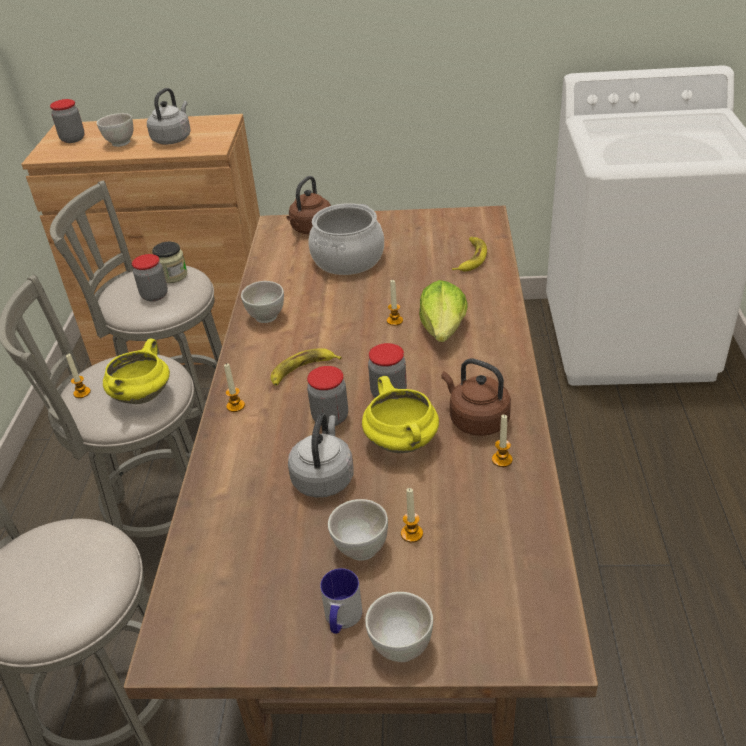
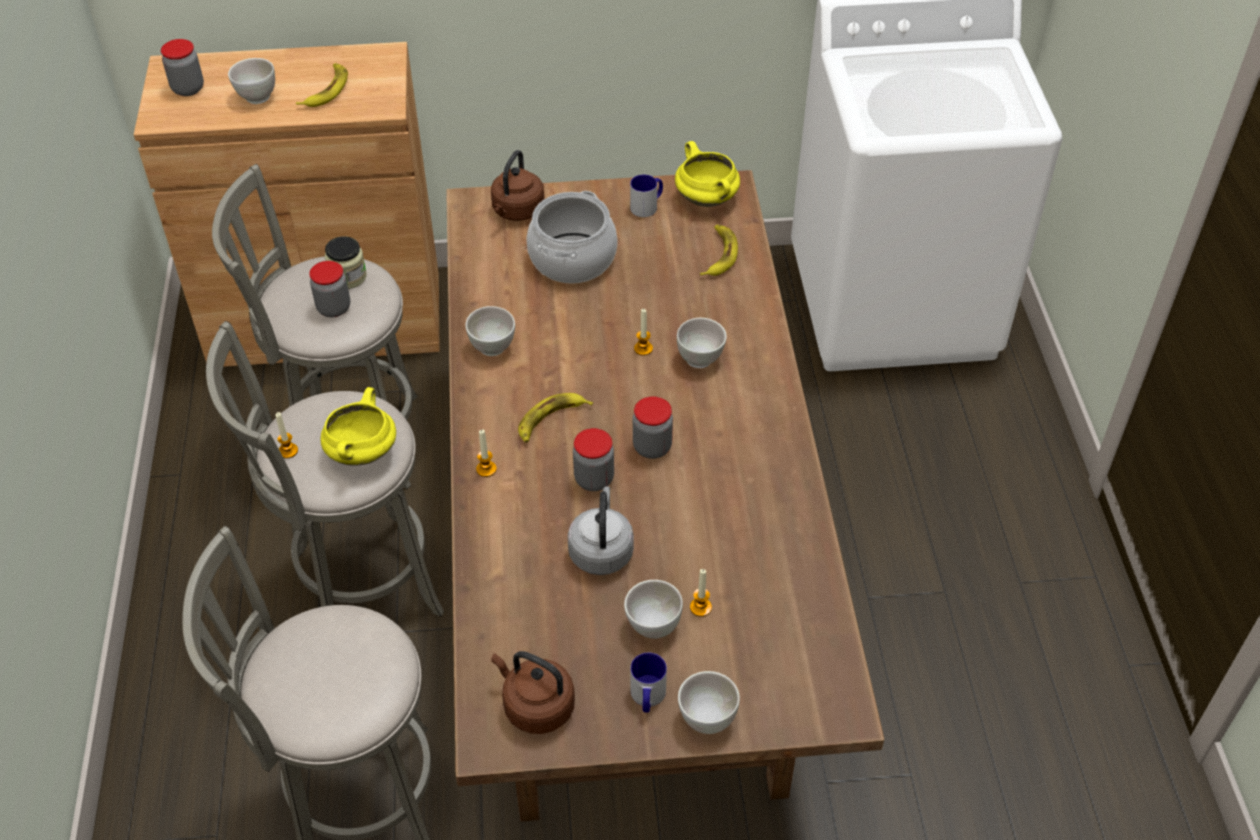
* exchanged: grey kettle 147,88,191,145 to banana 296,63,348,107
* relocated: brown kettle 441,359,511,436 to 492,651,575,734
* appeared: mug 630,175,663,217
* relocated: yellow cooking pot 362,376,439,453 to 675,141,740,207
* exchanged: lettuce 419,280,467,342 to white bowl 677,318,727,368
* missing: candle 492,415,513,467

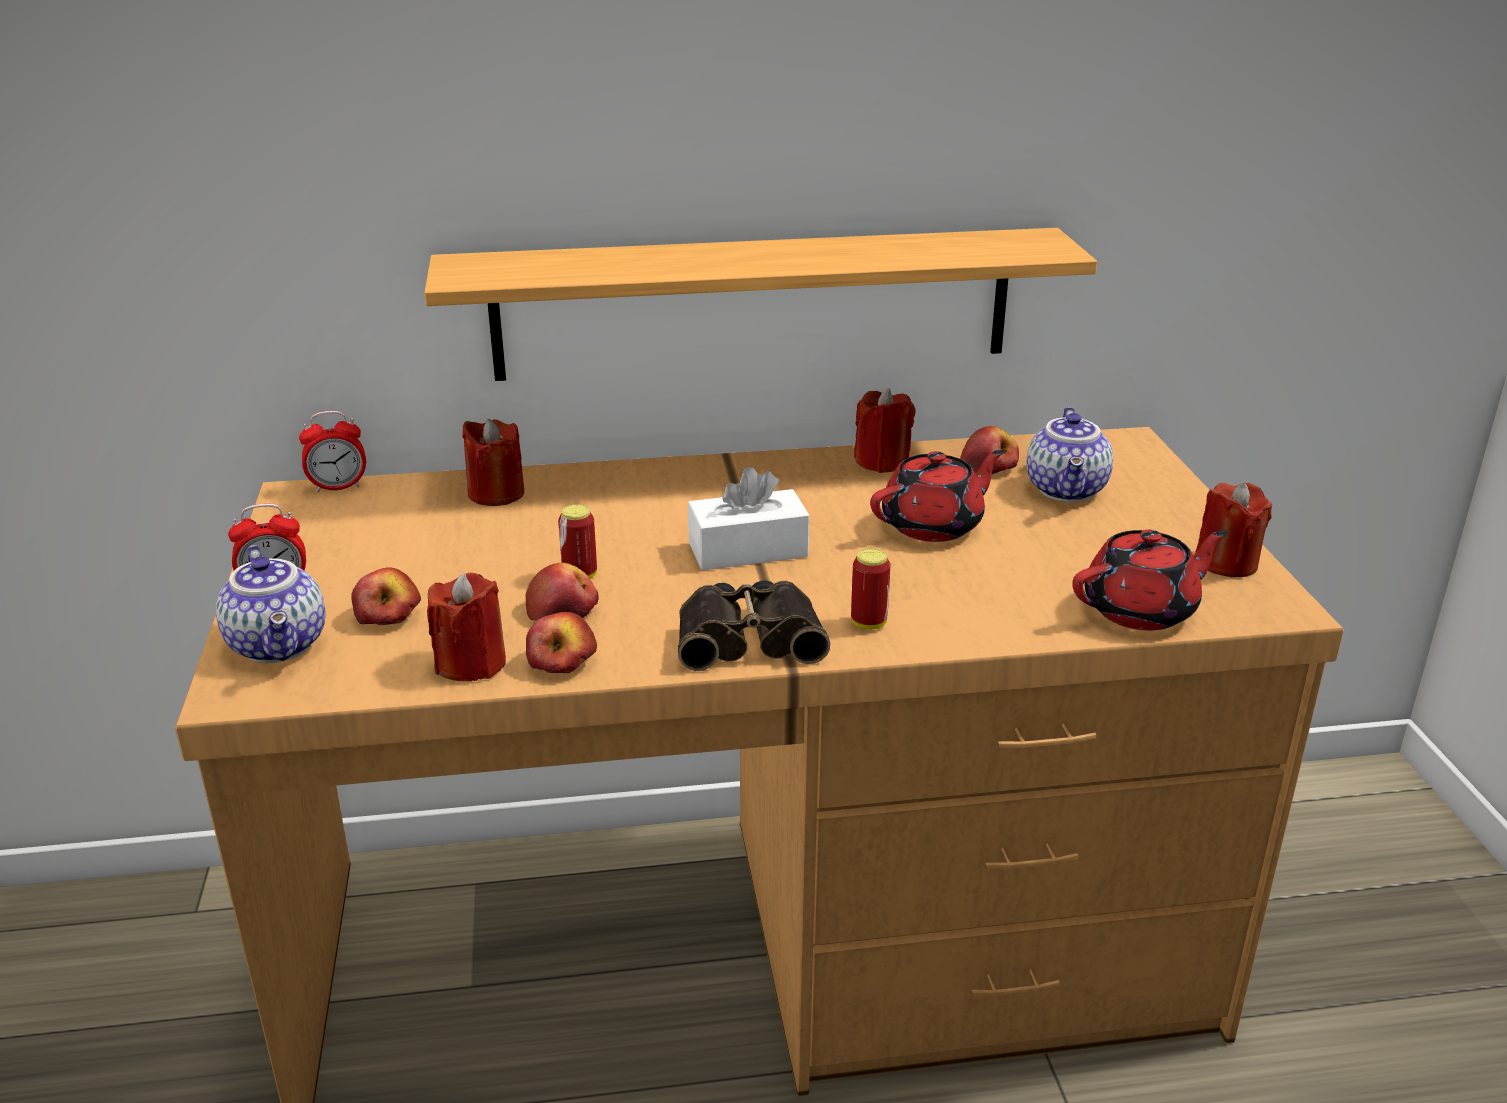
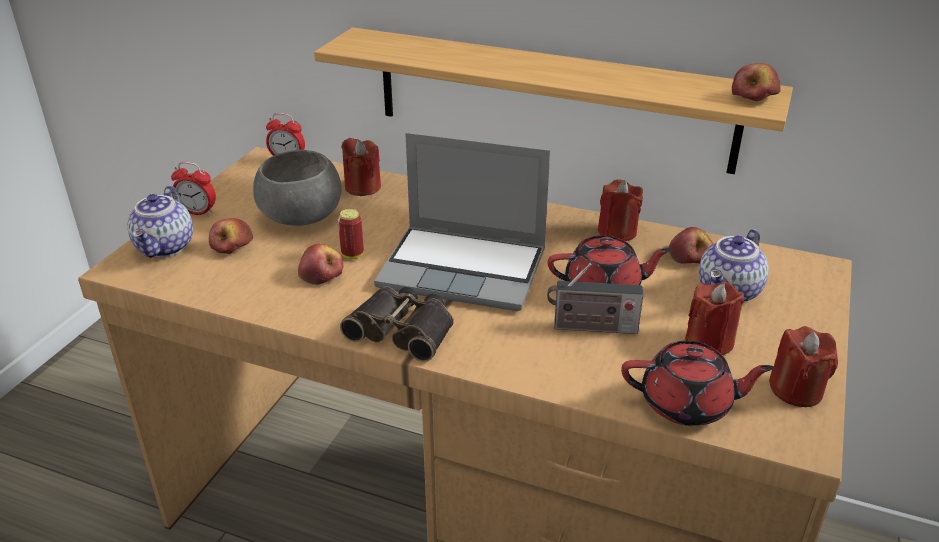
* appeared: grey bowl 253,150,342,226
* exchanged: white tissue box 688,467,809,570 to laptop 374,133,550,311
* appeared: radio 547,263,643,334
* relocated: red candle 427,573,506,682 to 685,282,744,355
* relocated: apple 526,612,597,673 to 732,63,781,102
* missing: can 851,548,891,630

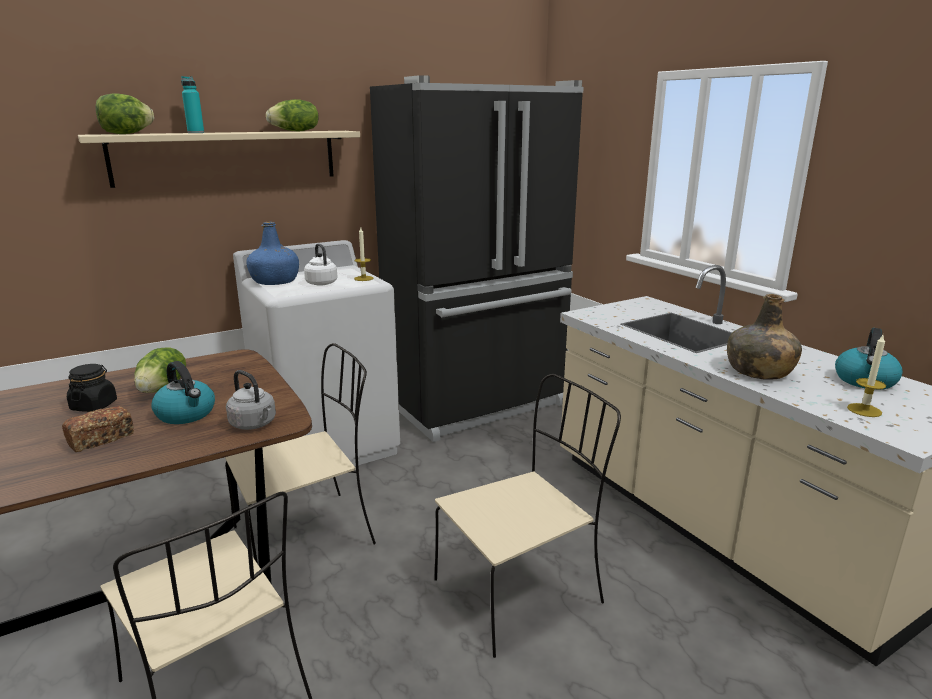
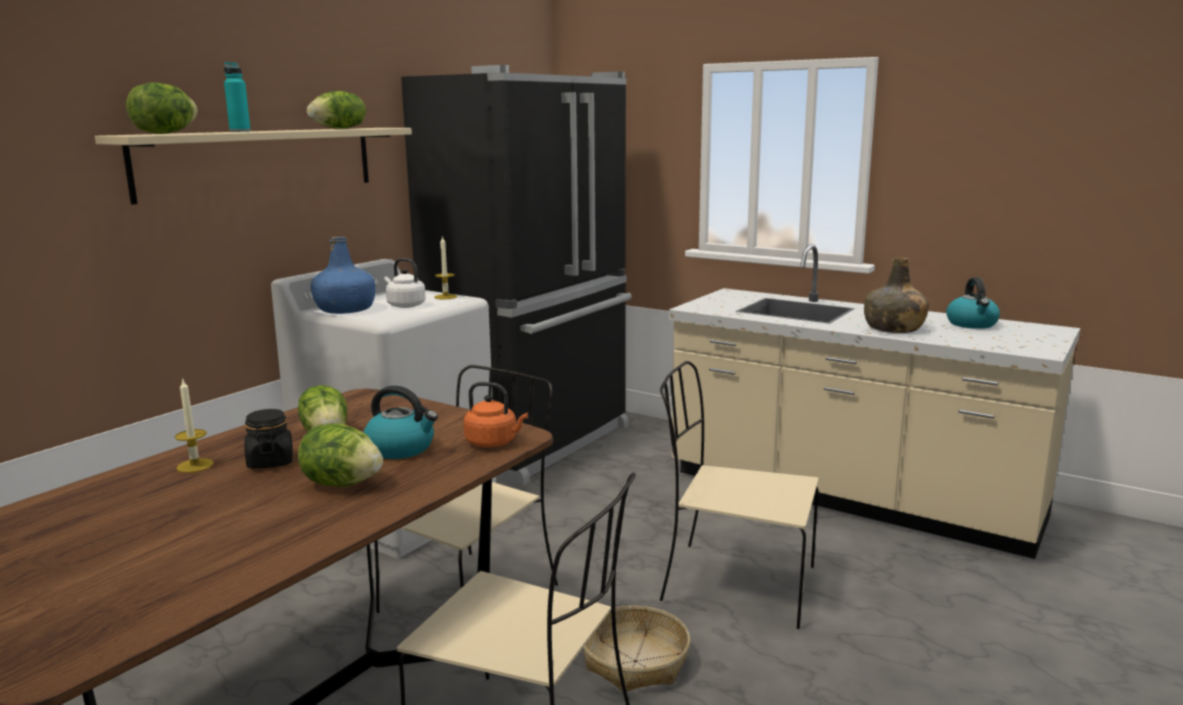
* relocated: candle 847,335,886,417 to 175,378,214,473
* exchanged: bread 62,406,134,452 to lettuce 298,423,383,487
* colour: grey kettle 226,370,276,430 to orange kettle 464,382,528,447
* appeared: basket 583,606,690,692
* spun: beige chair 434,374,621,658 = 660,361,818,629 105 degrees counterclockwise

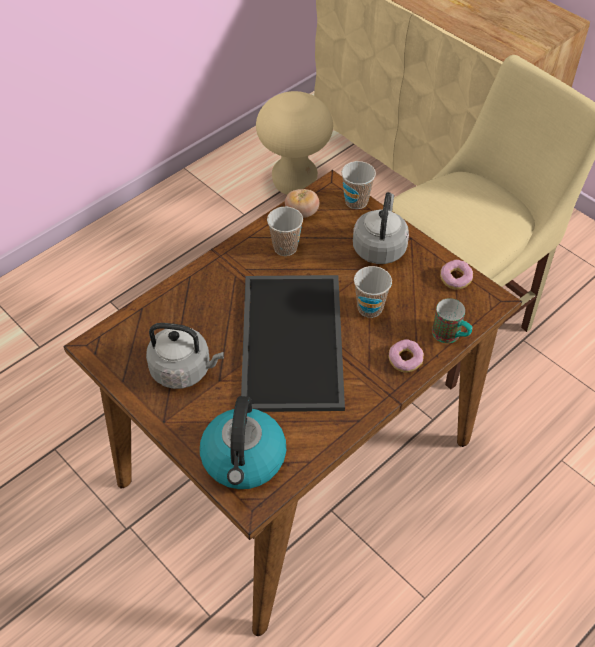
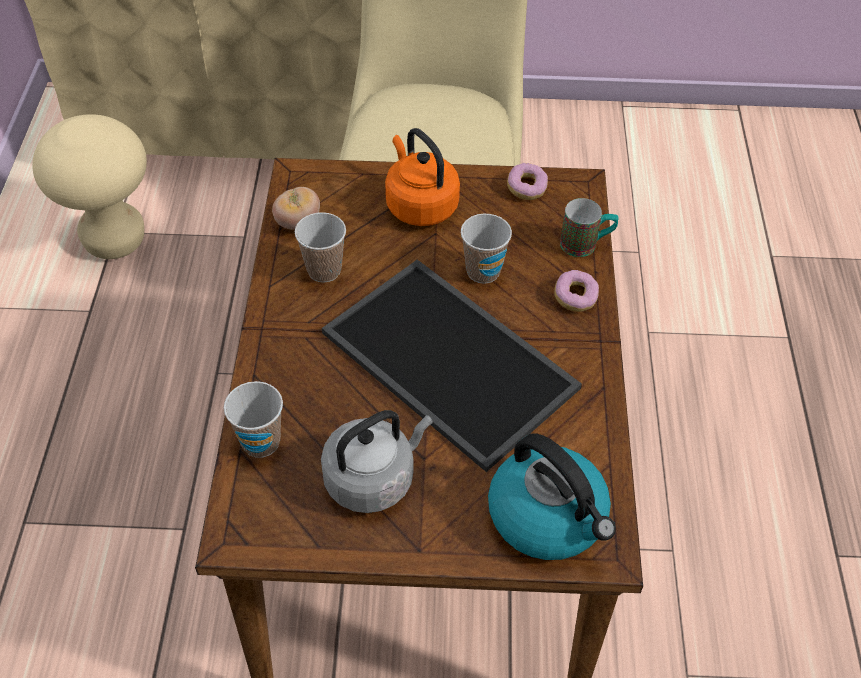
* relocated: cup 341,161,376,209 to 224,381,283,458
* colour: grey kettle 353,192,409,264 to orange kettle 385,128,460,226

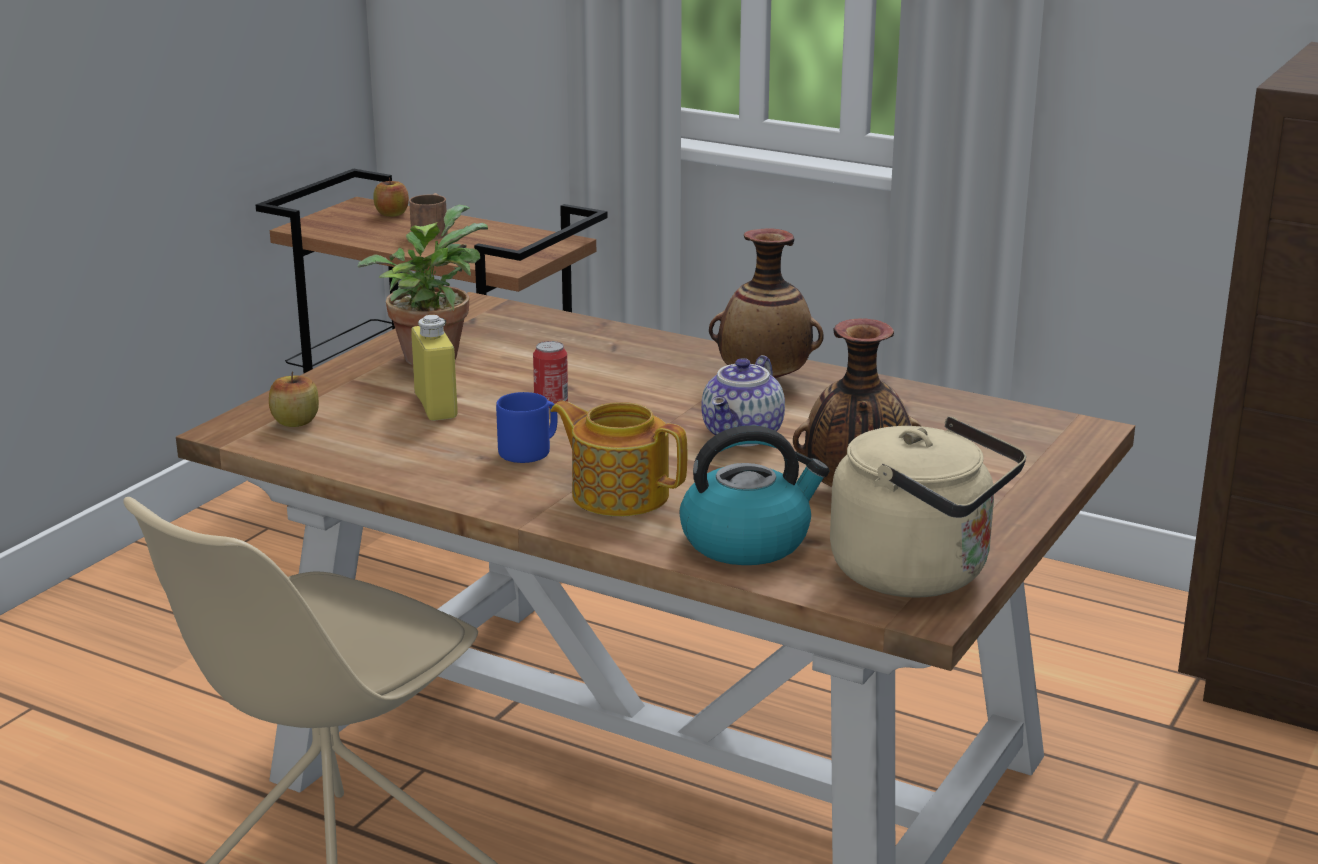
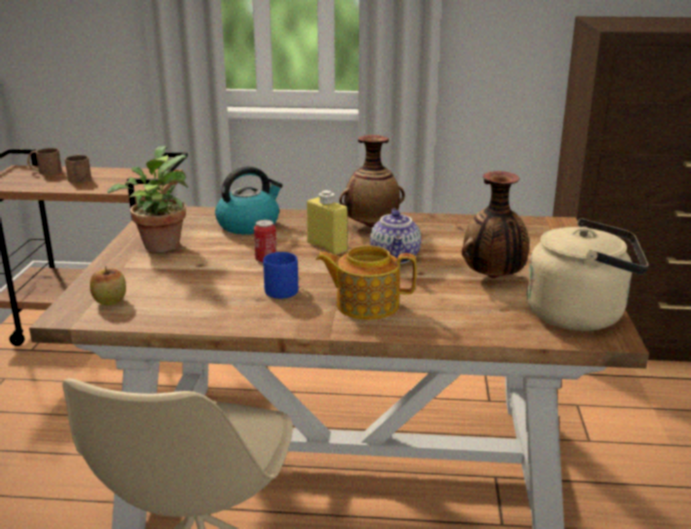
* exchanged: apple 373,178,409,217 to brown mug 27,148,62,175
* relocated: kettle 679,425,830,565 to 215,166,283,234
* relocated: yellow bottle 411,315,458,421 to 307,190,347,254

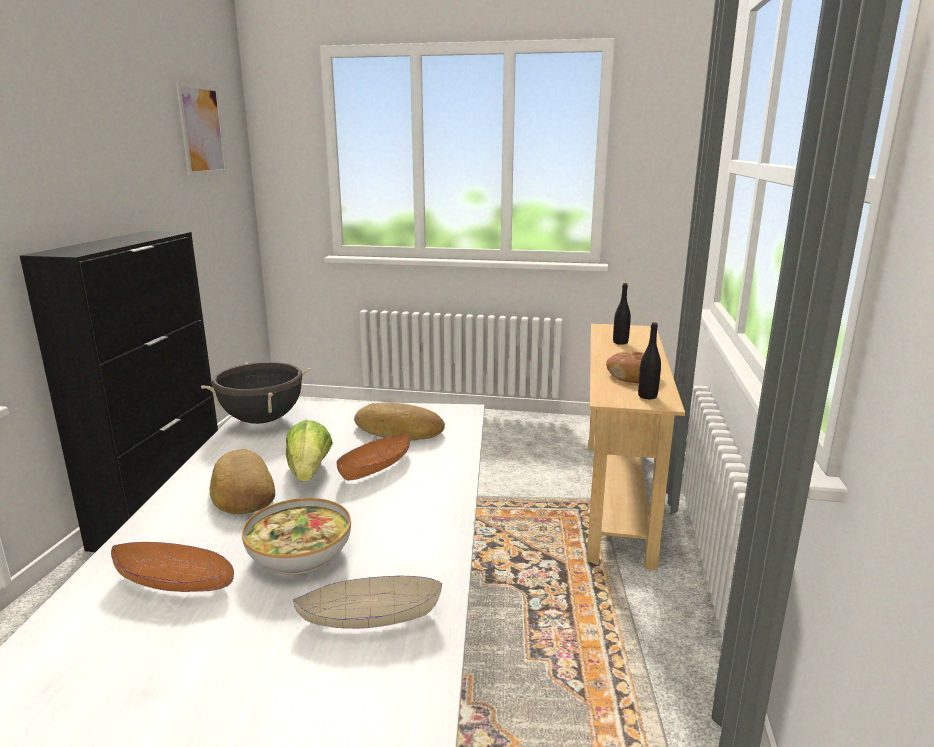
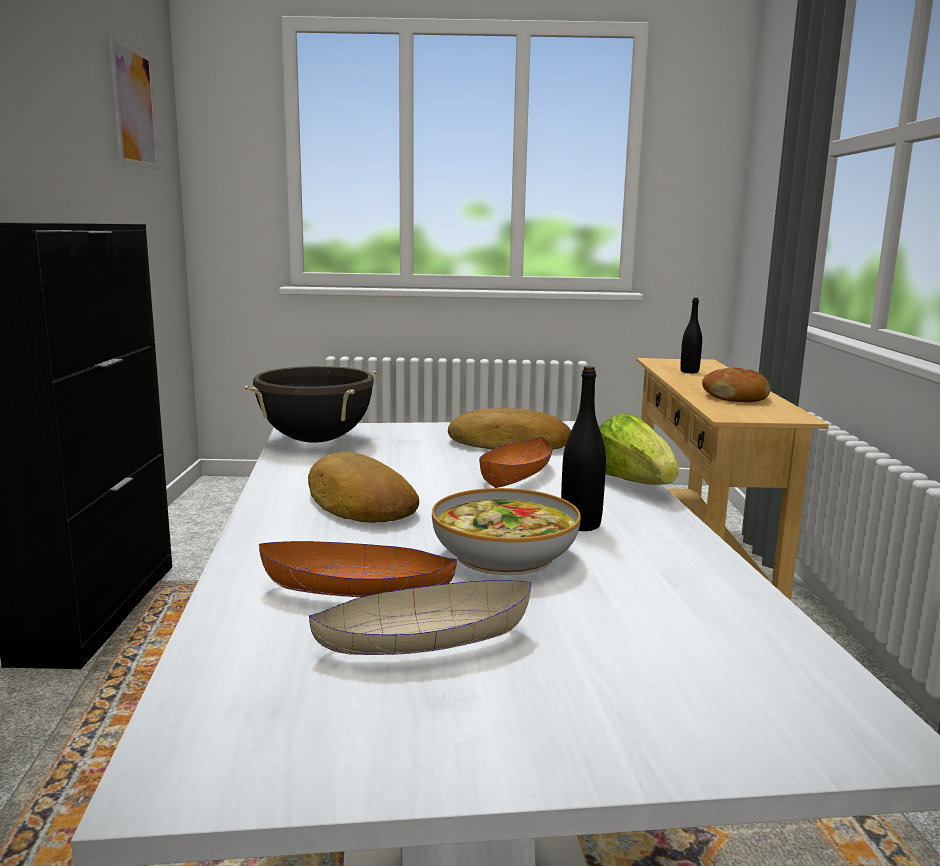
* relocated: beige bowl 293,576,442,629 to 309,580,531,655
* relocated: black bottle 638,322,661,399 to 561,366,606,531
* relocated: lettuce 286,420,333,482 to 599,413,679,485

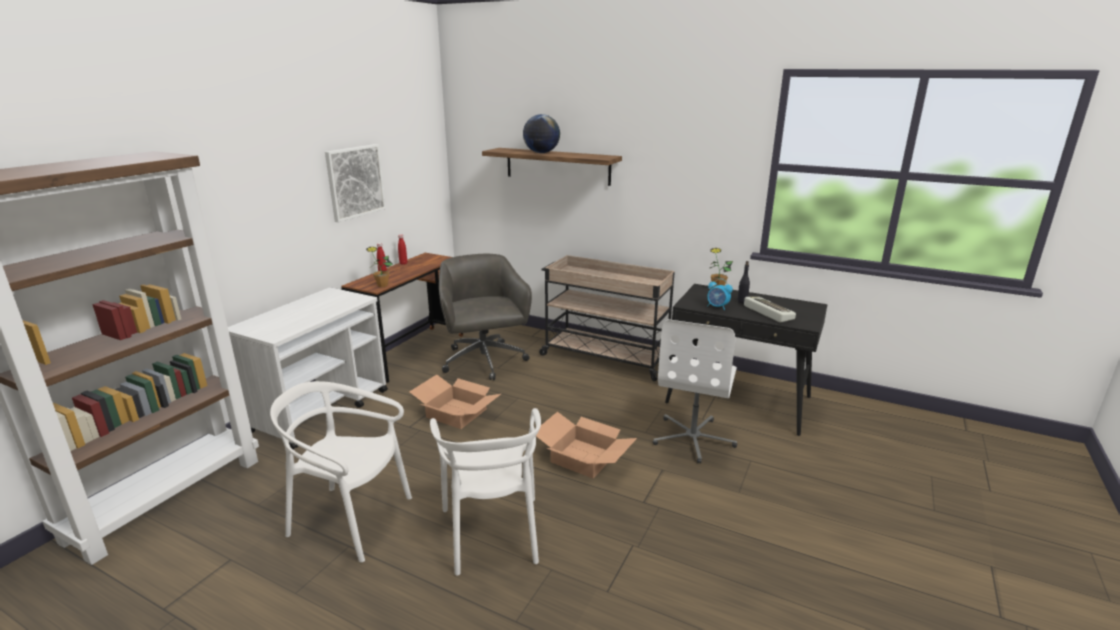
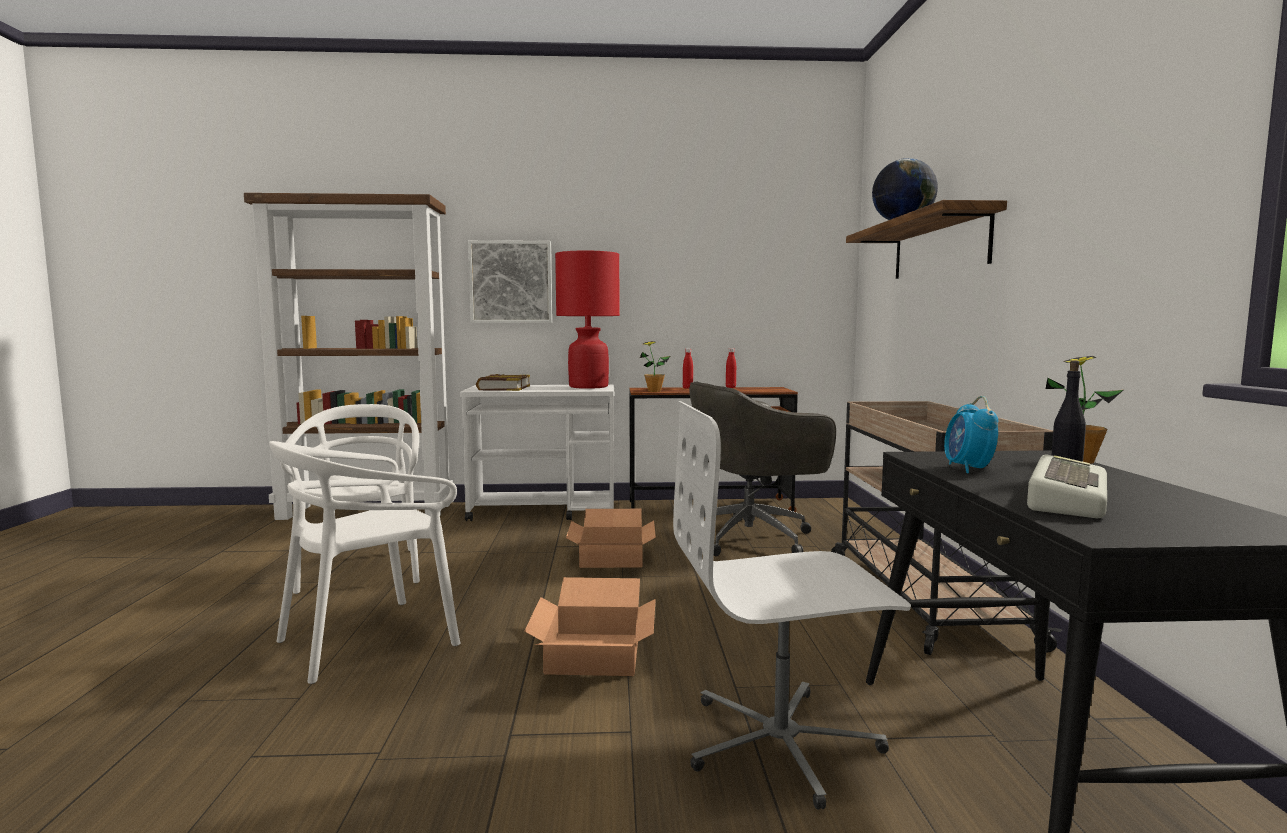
* relocated: picture 325,144,386,222 to 468,240,552,323
* appeared: book 476,374,530,391
* appeared: red table lamp 555,251,620,389
* spun: grey office chair 439,254,532,380 = 689,382,836,556 150 degrees counterclockwise

